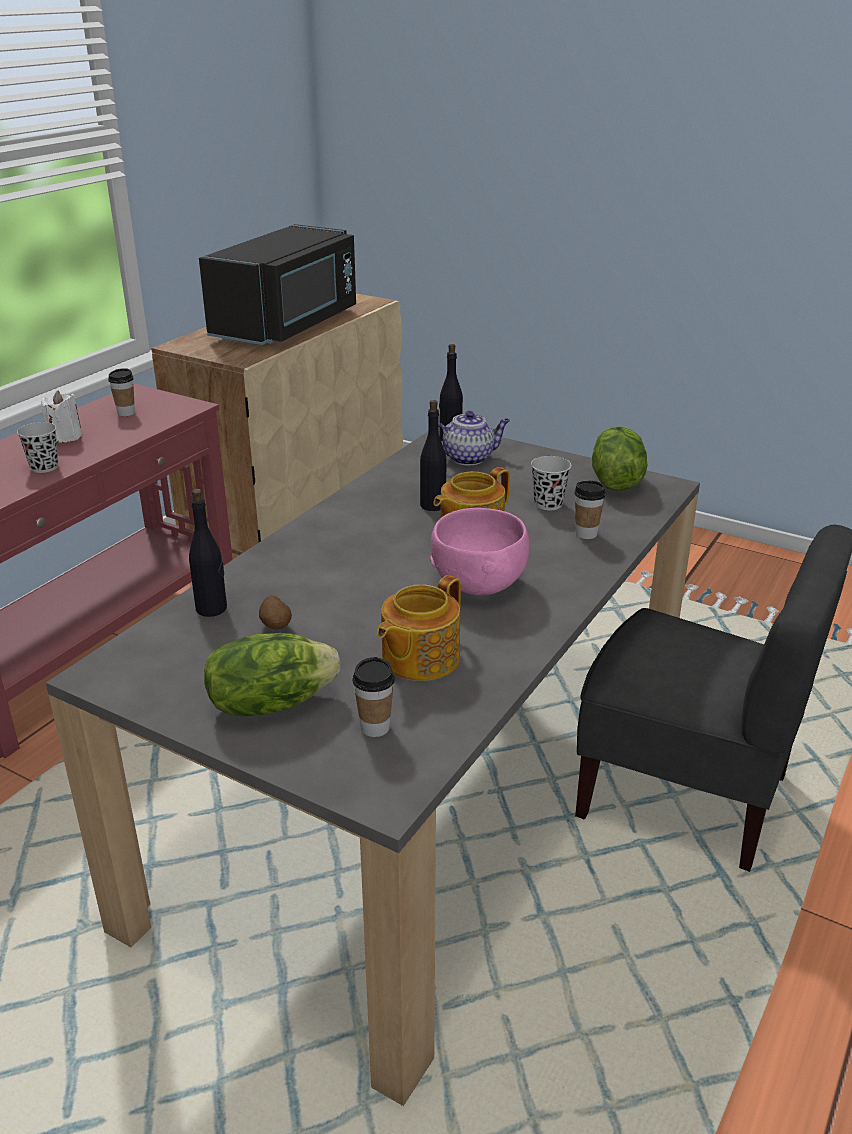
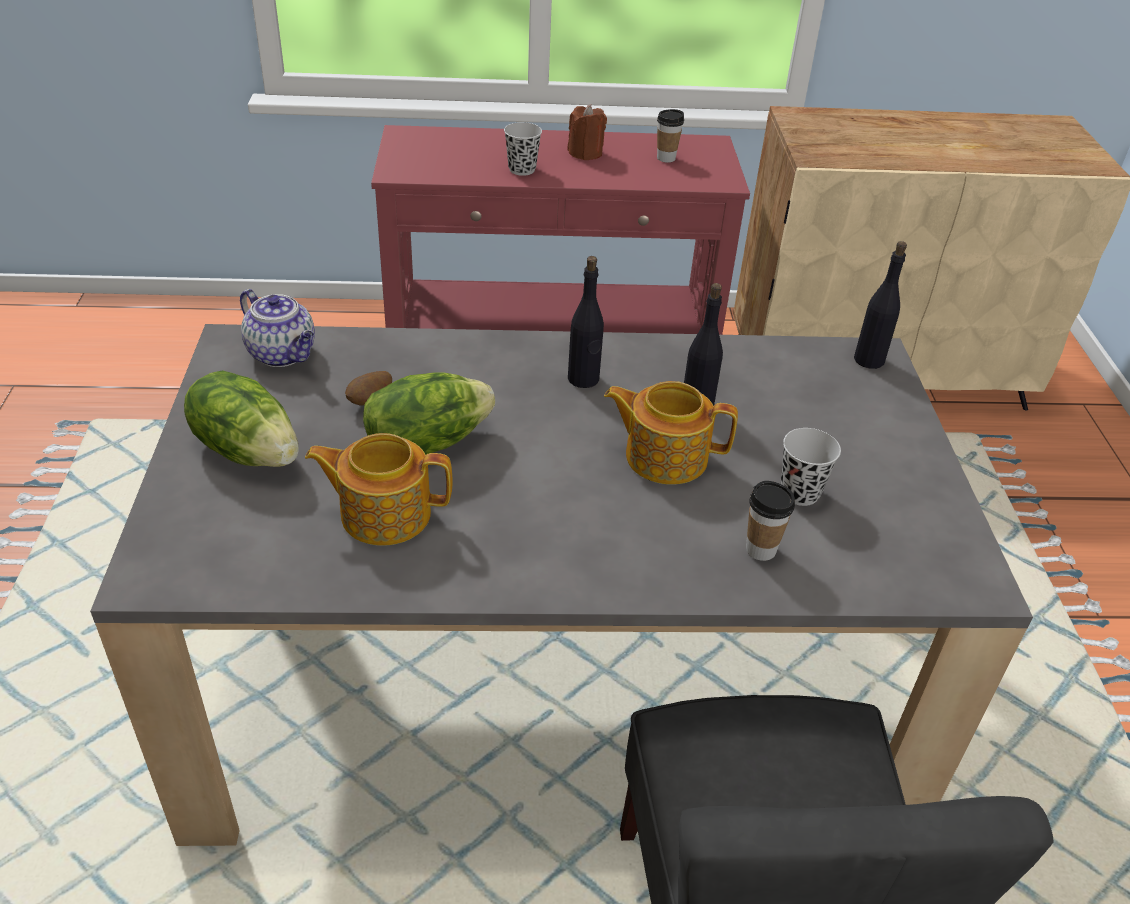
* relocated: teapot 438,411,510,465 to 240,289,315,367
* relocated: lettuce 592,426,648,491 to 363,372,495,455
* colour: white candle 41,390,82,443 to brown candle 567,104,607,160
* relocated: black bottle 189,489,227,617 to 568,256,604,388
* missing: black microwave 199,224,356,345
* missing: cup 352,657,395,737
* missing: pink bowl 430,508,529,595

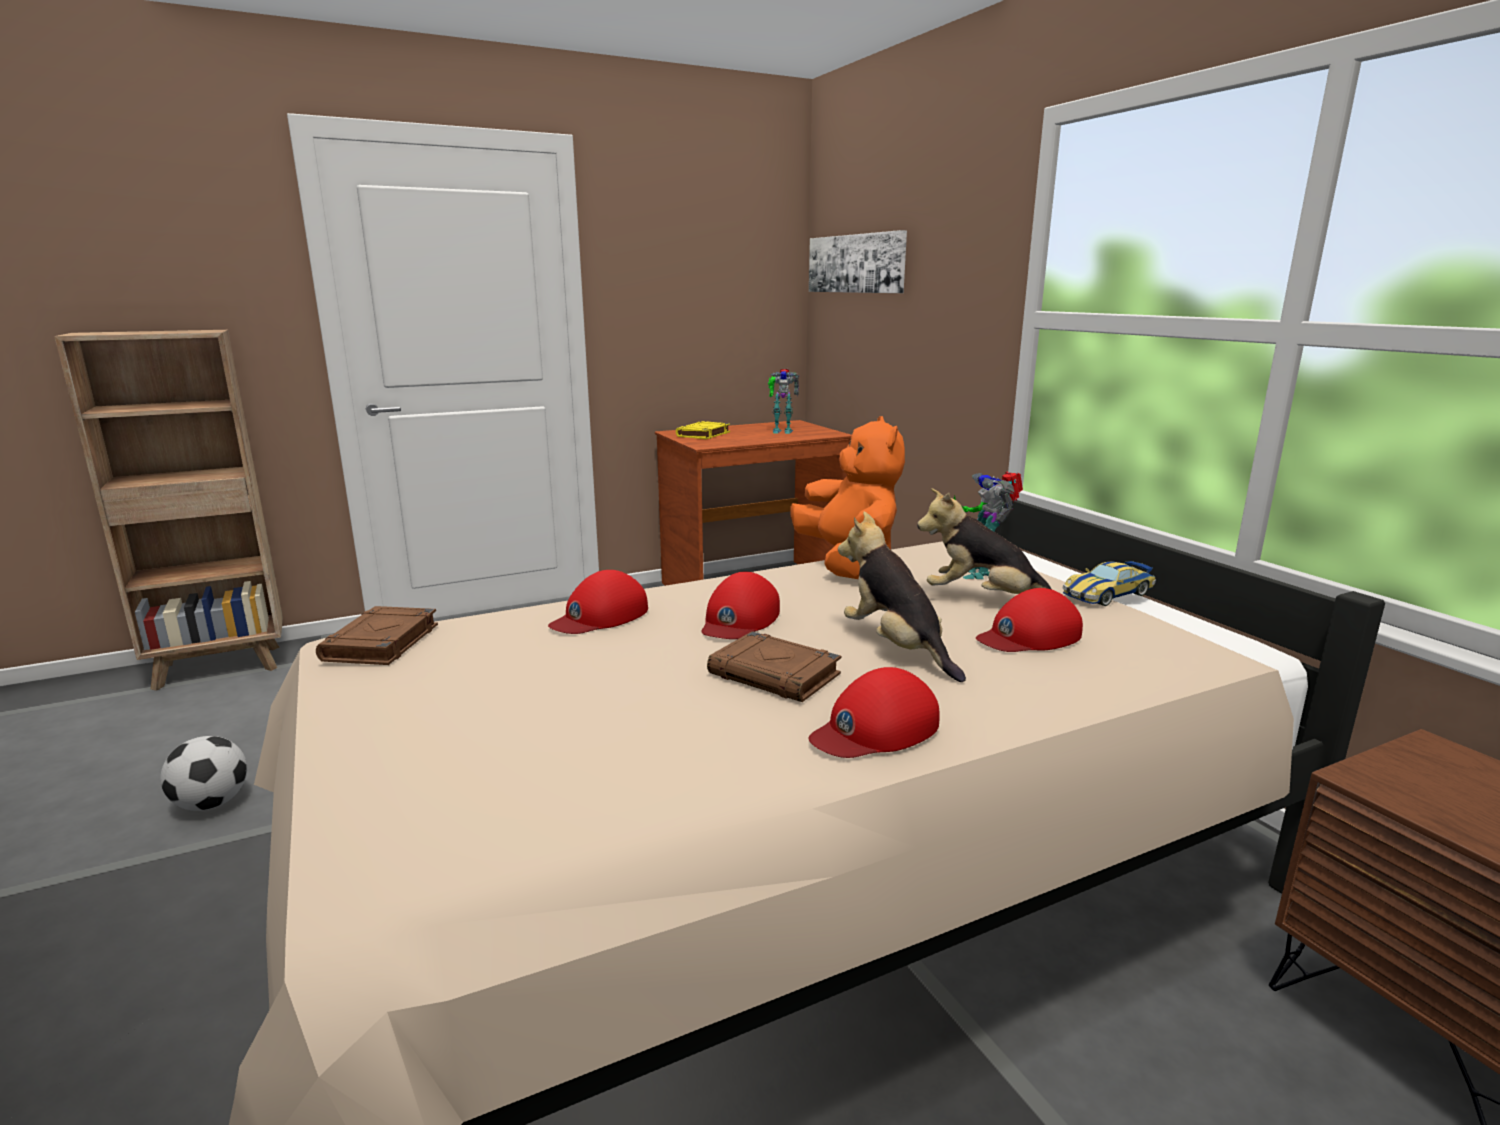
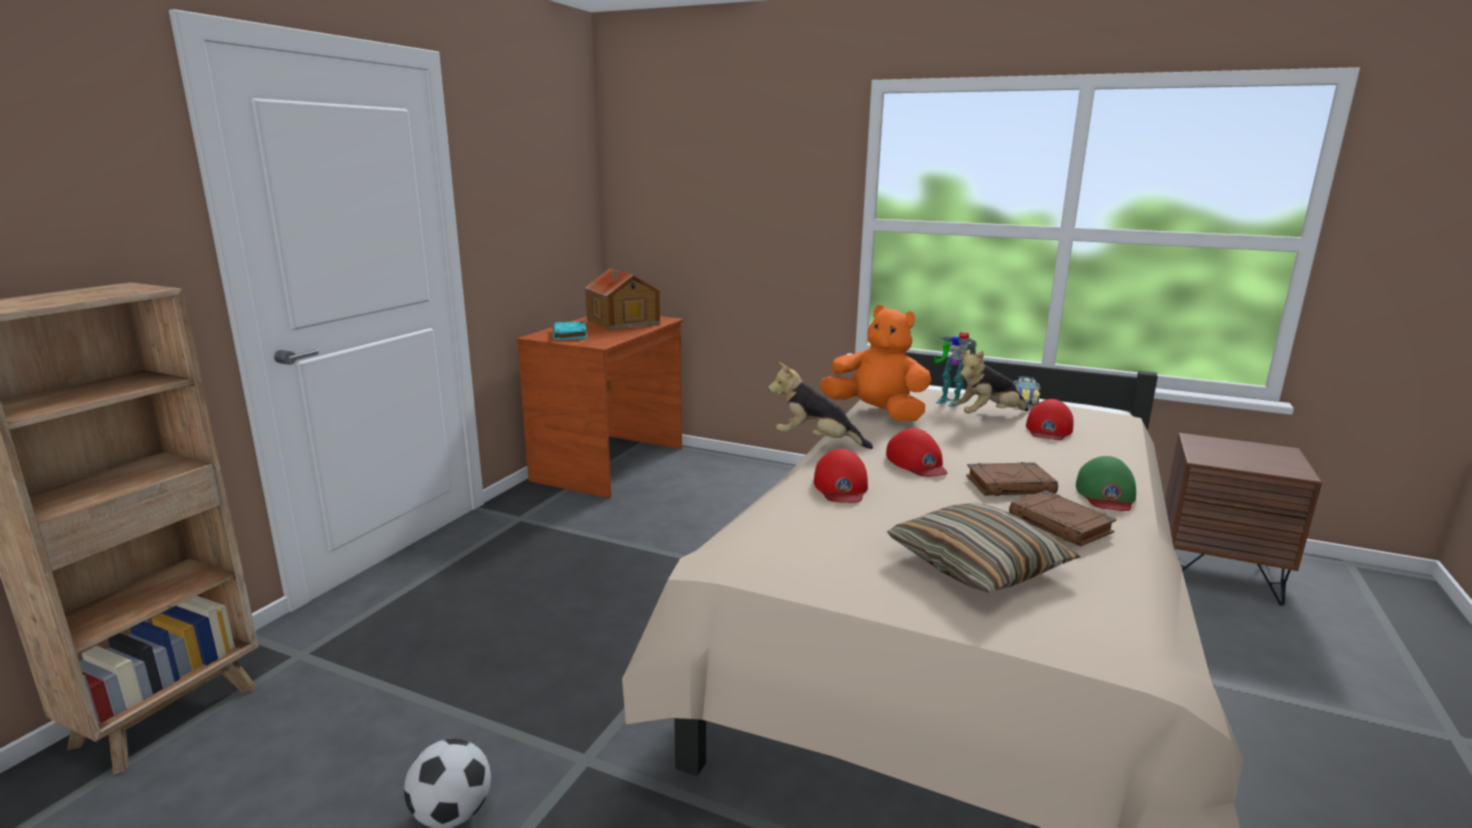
* colour: yellow book 676,421,730,439 to turquoise book 553,322,587,340
* exchanged: toy robot 768,369,799,434 to toy house 584,268,661,330
* relocated: plush toy 838,511,966,682 to 768,362,873,449
* appeared: pillow 887,503,1080,594
* relocated: brown book 316,606,438,665 to 1009,491,1117,546
* colour: red cap 809,667,940,758 to green cap 1076,456,1136,511
* missing: picture 809,230,907,293

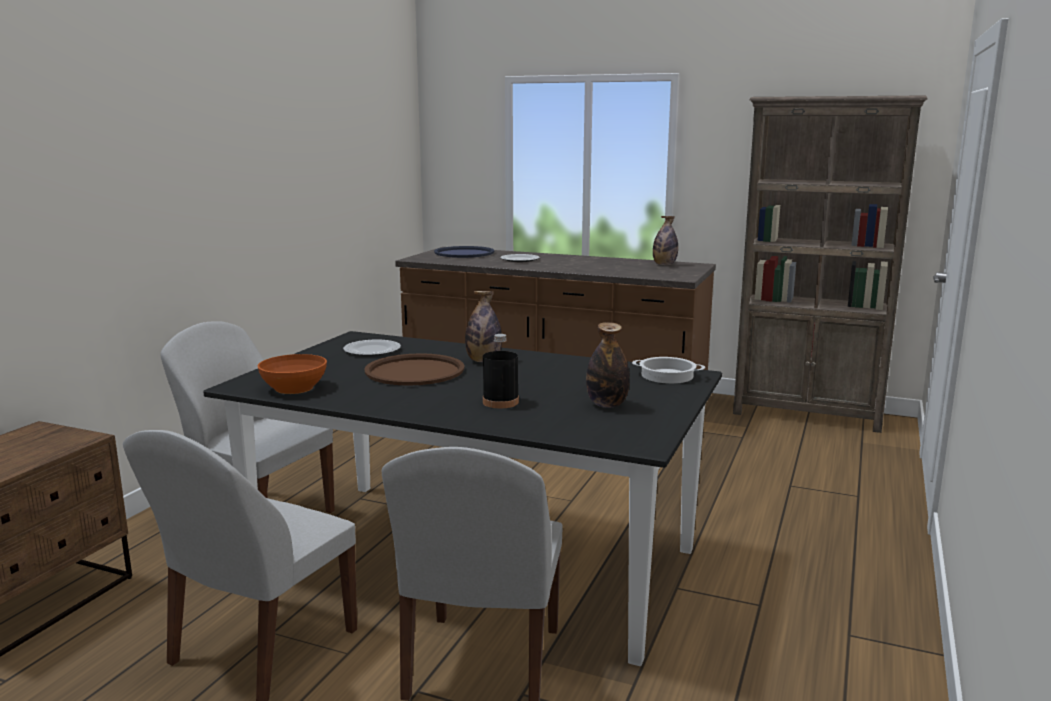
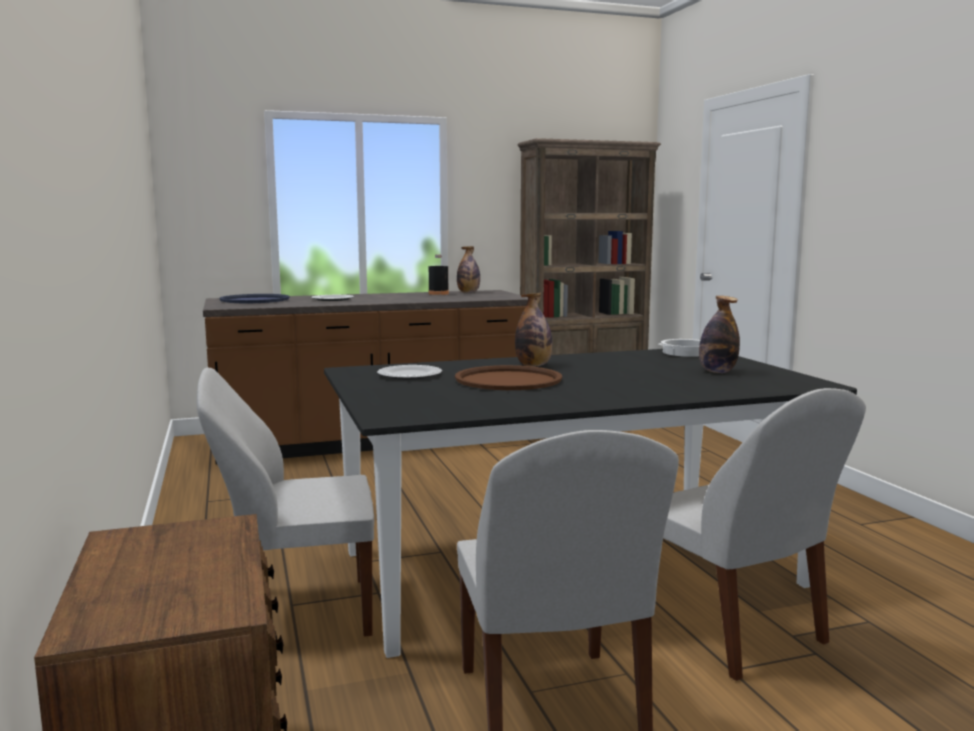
* relocated: black bottle 483,334,519,408 to 429,254,449,295
* missing: orange bowl 258,354,327,394

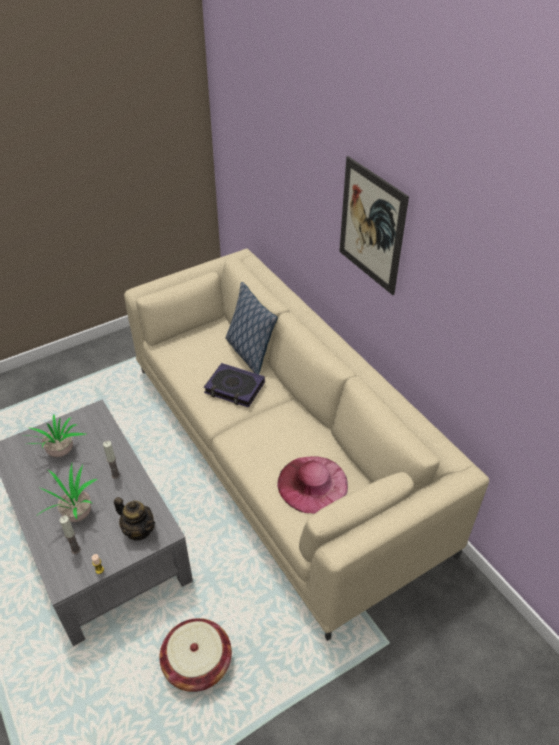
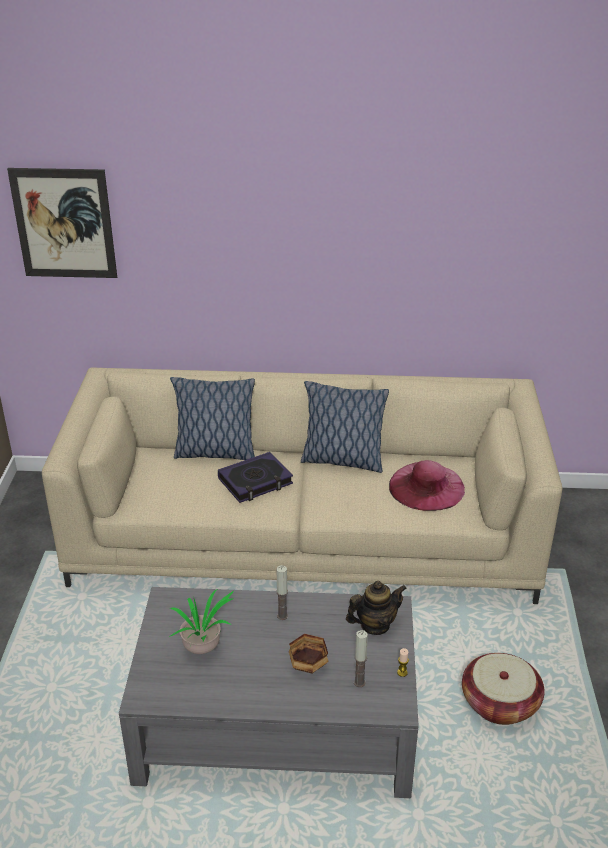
* relocated: picture 339,156,409,295 to 7,168,117,278
* exchanged: potted plant 38,464,98,522 to bowl 289,634,329,673
* appeared: pillow 301,381,389,473

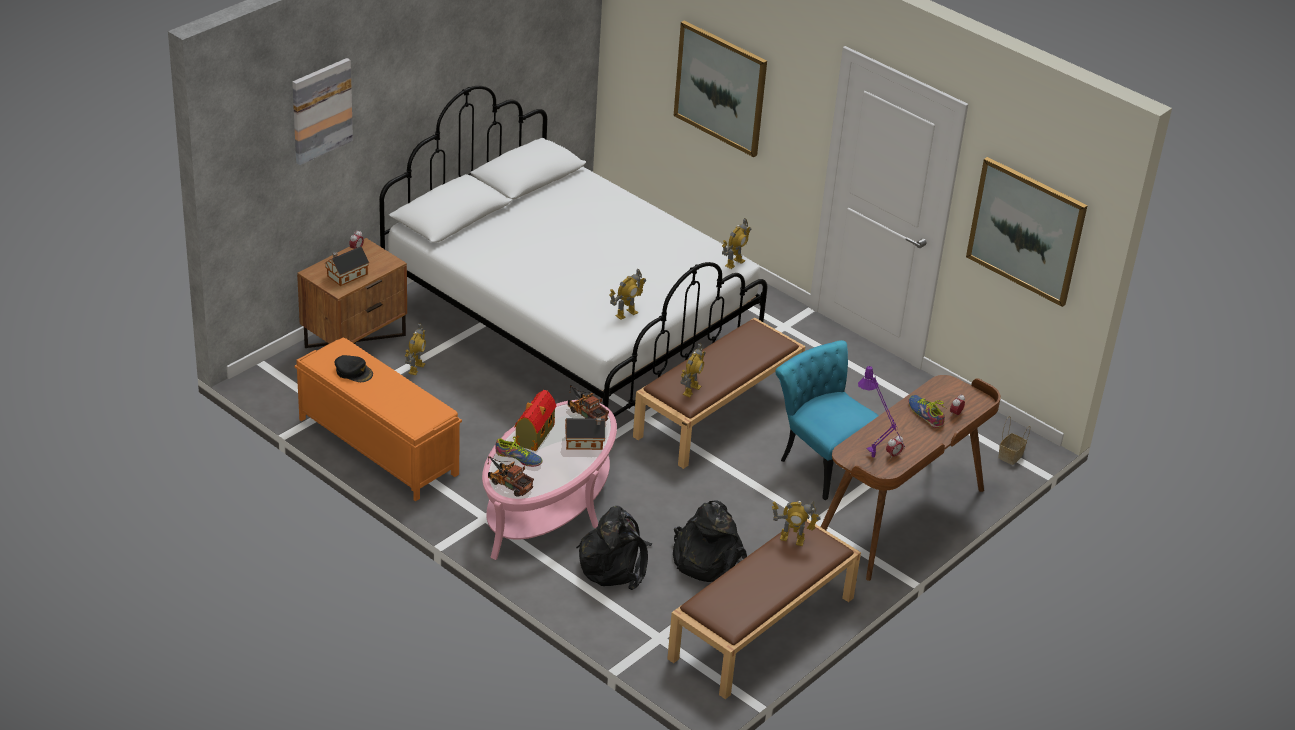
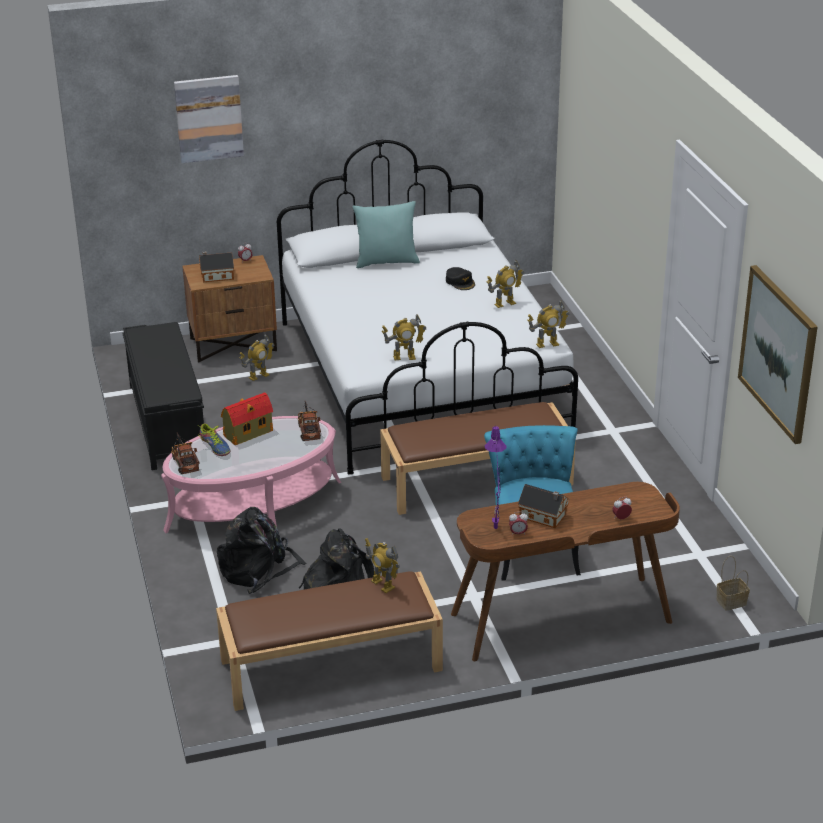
* colour: orange bench 295,338,462,501 to black bench 123,322,204,470
* appeared: turquoise pillow 353,201,420,268
* relocated: black cap 335,355,373,382 to 446,267,475,290
* relocated: toy robot 680,343,706,397 to 487,260,524,308
* relocated: toy house 565,417,605,450 to 518,484,569,528
* missing: picture 674,21,767,157
* missing: shoe 909,395,946,428

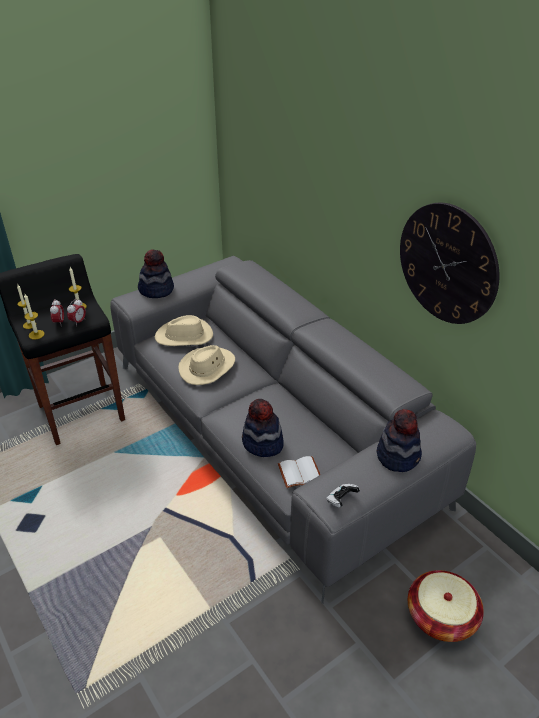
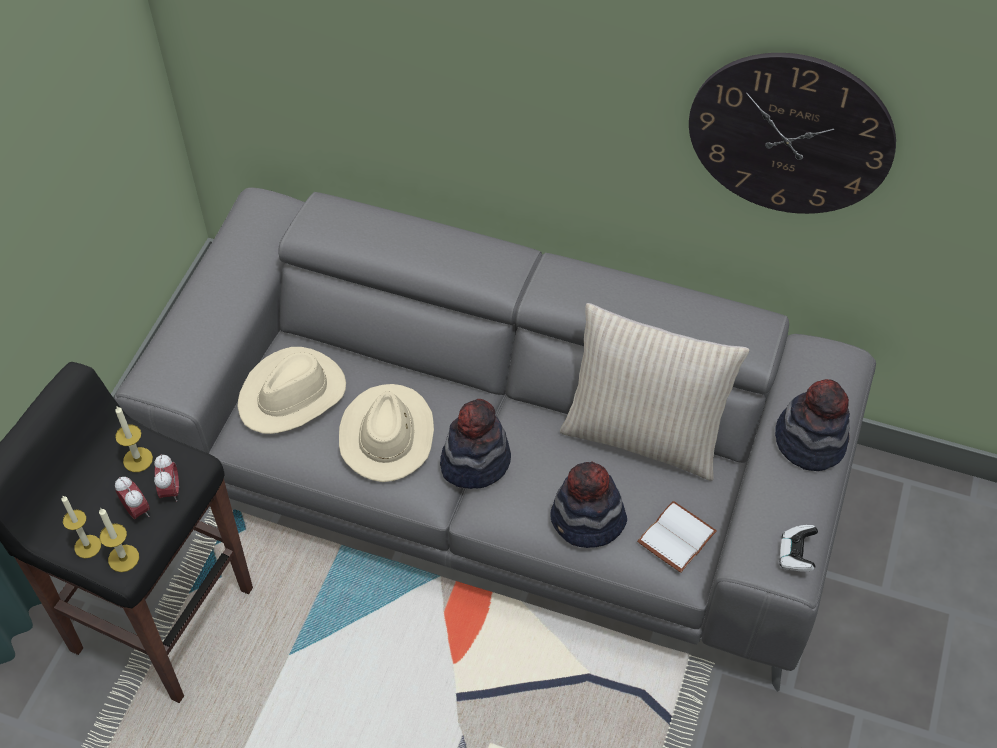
* relocated: hat 138,249,174,298 to 440,399,511,489
* appeared: beige pillow 560,303,750,481
* missing: basket 408,570,484,642

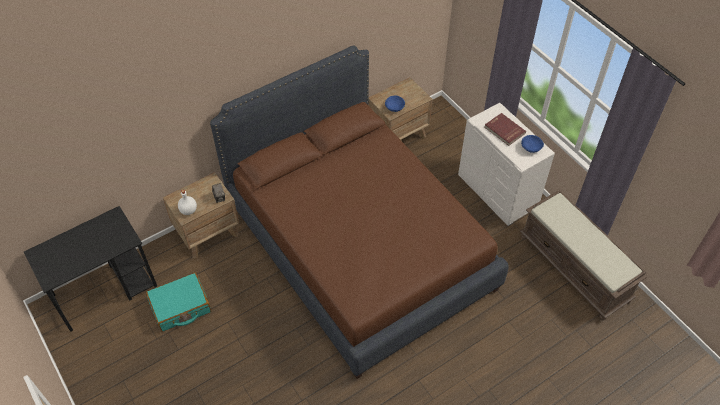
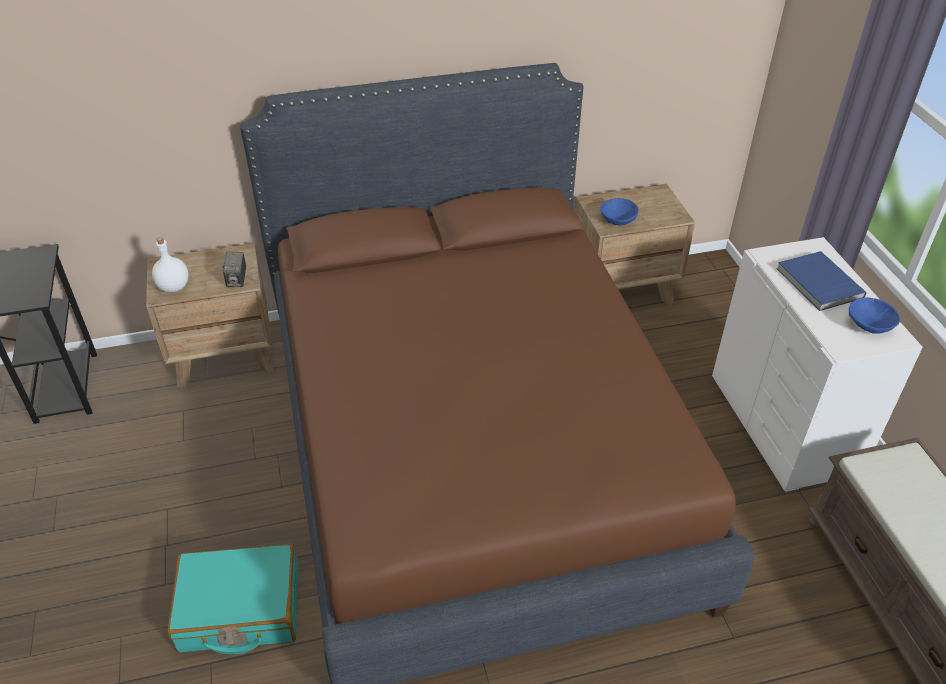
* relocated: turquoise suitcase 146,273,211,332 to 167,544,299,654
* colour: red book 485,113,526,146 to blue book 777,251,866,311

